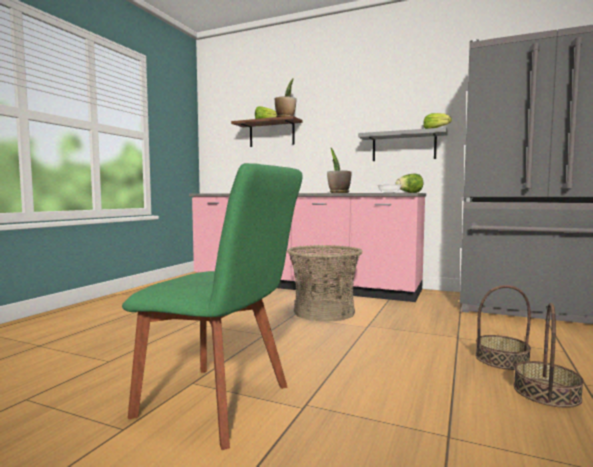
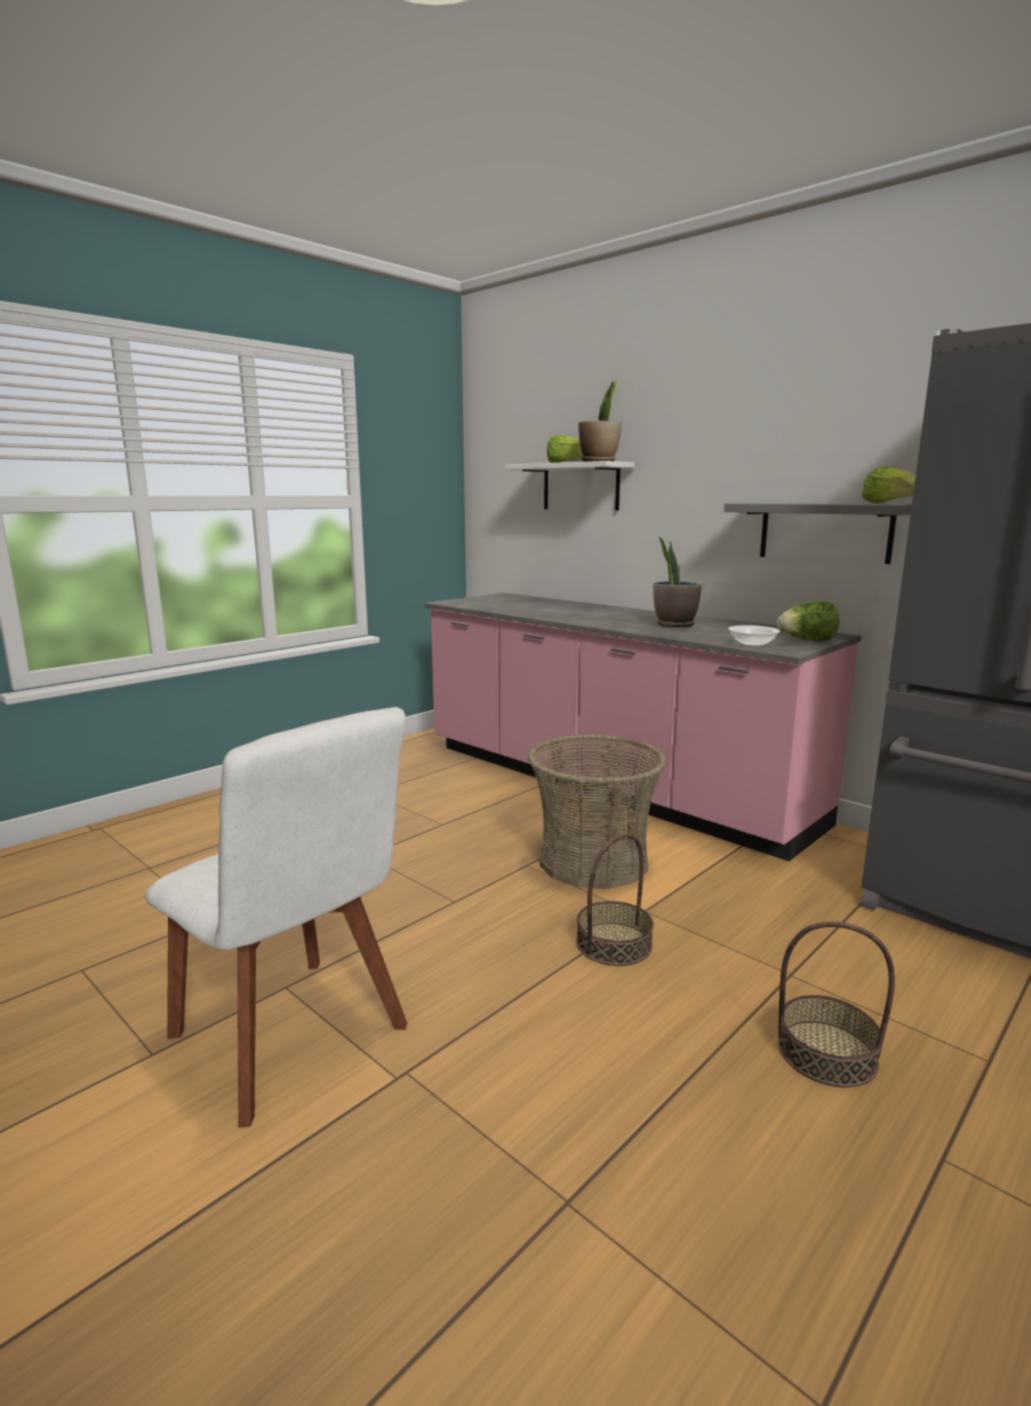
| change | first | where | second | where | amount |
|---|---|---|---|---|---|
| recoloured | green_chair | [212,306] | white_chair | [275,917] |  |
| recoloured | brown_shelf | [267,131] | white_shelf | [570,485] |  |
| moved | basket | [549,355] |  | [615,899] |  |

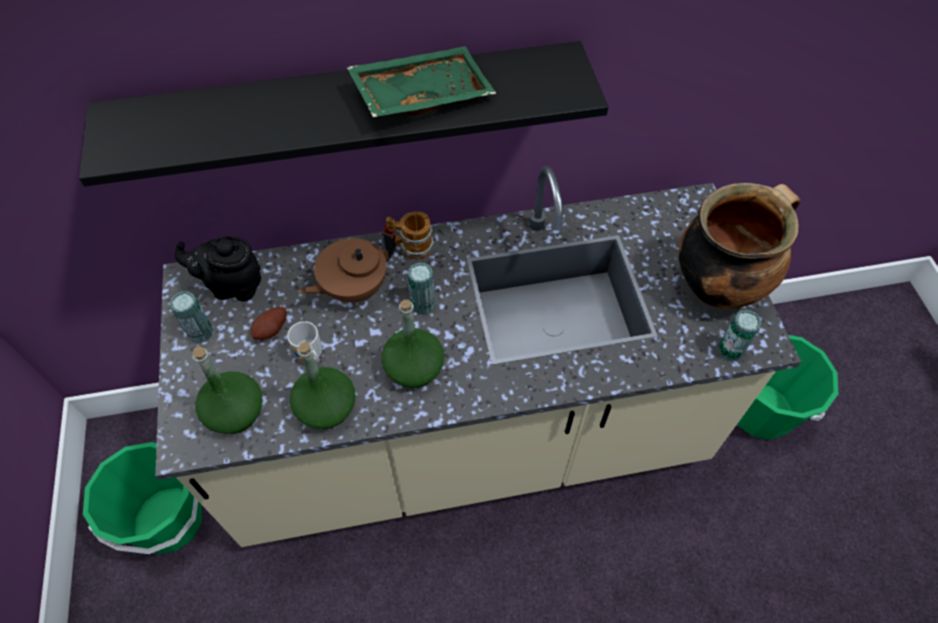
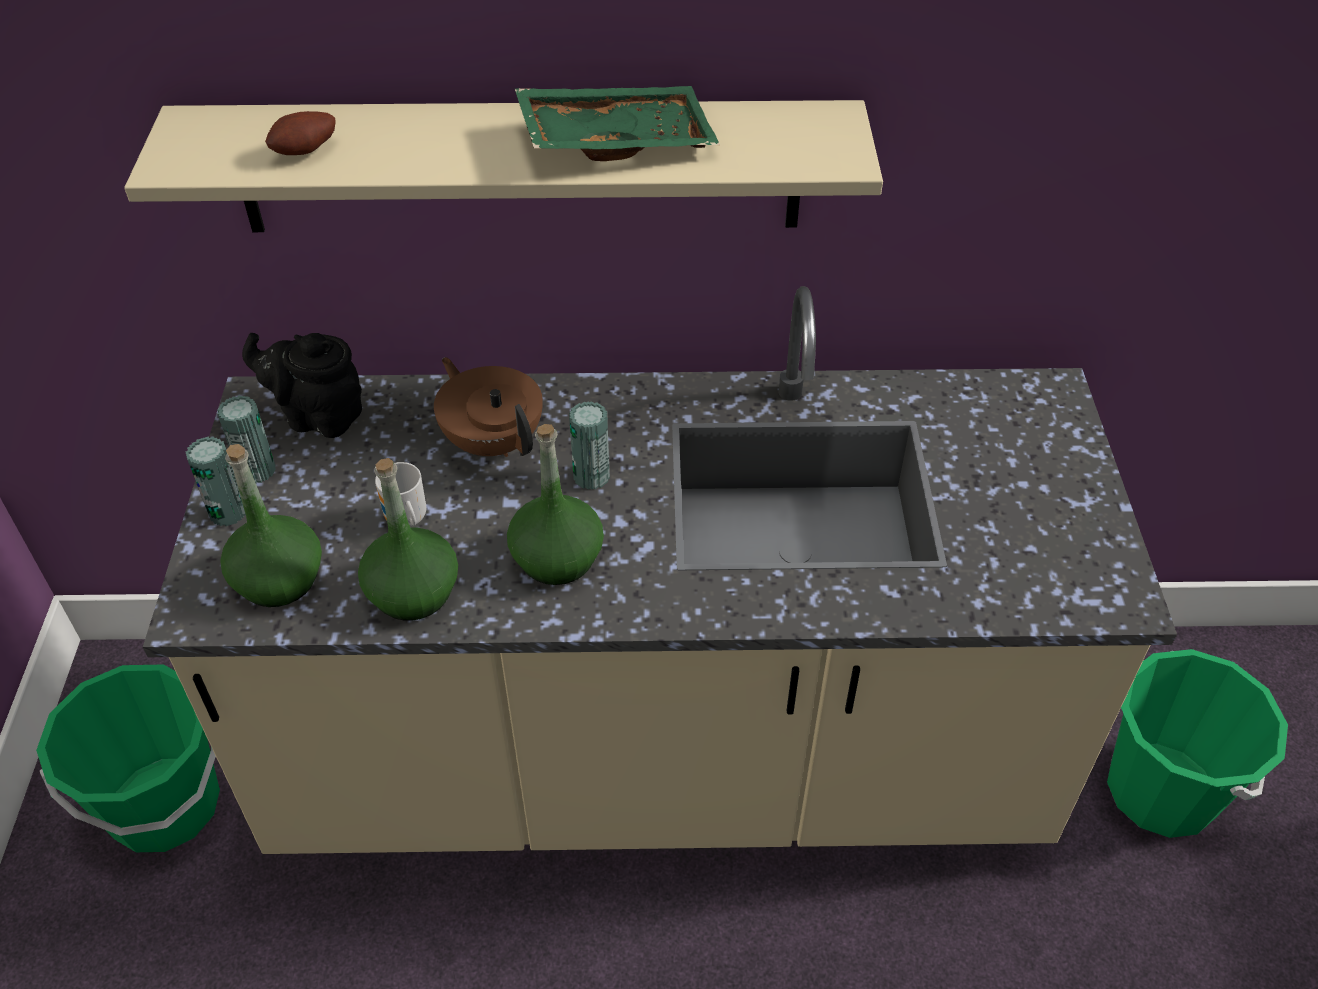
| change | first | where | second | where | amount |
|---|---|---|---|---|---|
| recoloured | black_shelf | [343,113] | beige_shelf | [503,166] |  |
| moved | can | [739,336] |  | [215,481] |  |
| moved | potato | [269,323] |  | [300,133] |  |
| turned | brown_teapot | [347,267] |  | [488,407] | 75 degrees clockwise |
| removed | mug | [409,235] |  |  |  |
| removed | cooking_pot | [739,246] |  |  |  |

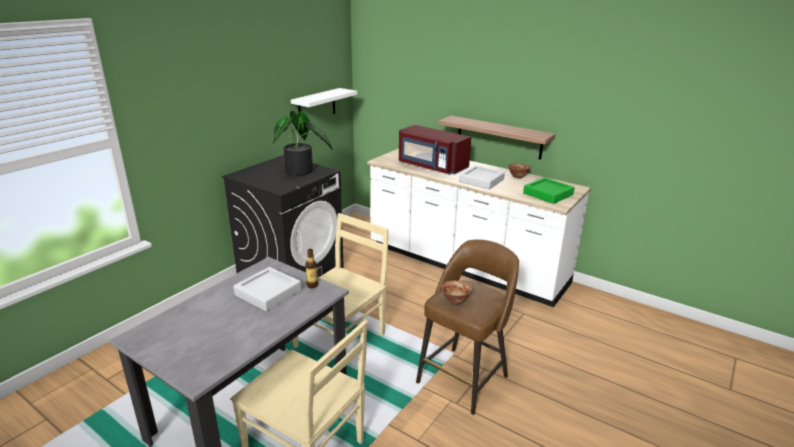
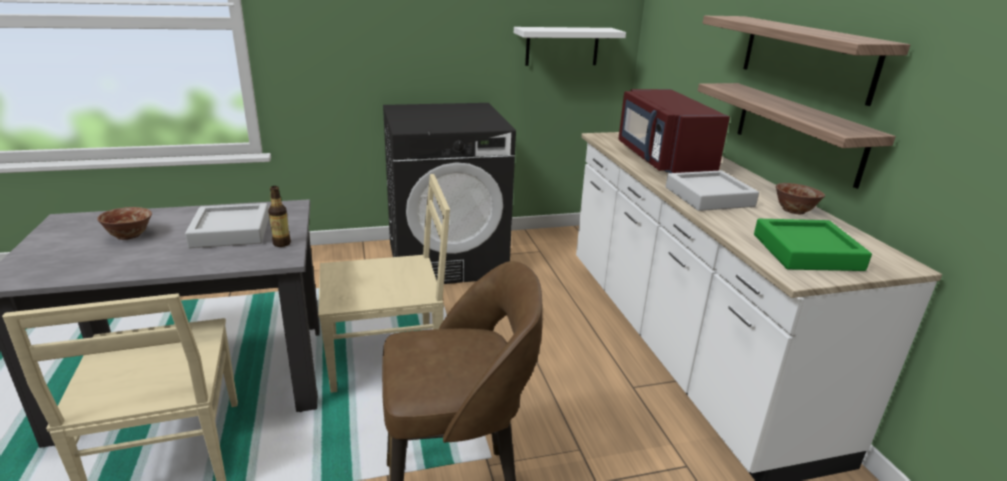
| change | first | where | second | where | amount |
|---|---|---|---|---|---|
| moved | bowl | [456,292] |  | [124,223] |  |
| added |  |  | shelf | [806,61] |  |
| removed | potted_plant | [302,143] |  |  |  |

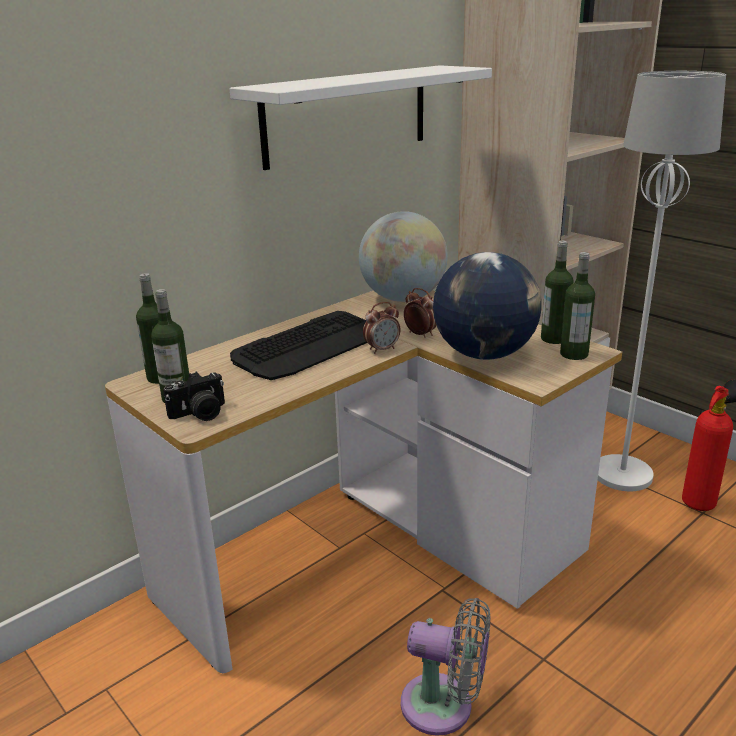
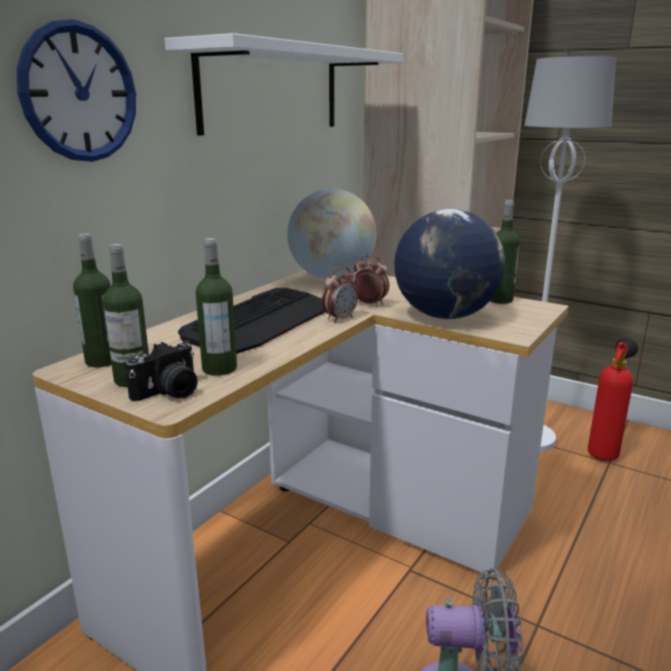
| change | first | where | second | where | amount |
|---|---|---|---|---|---|
| added |  |  | wall_clock | [76,90] |  |
| moved | bottle | [577,306] |  | [216,307] |  |

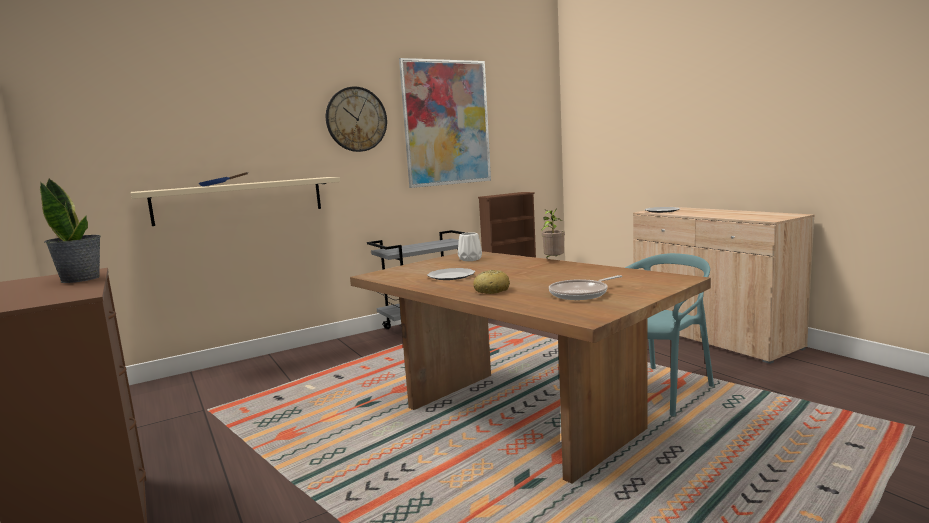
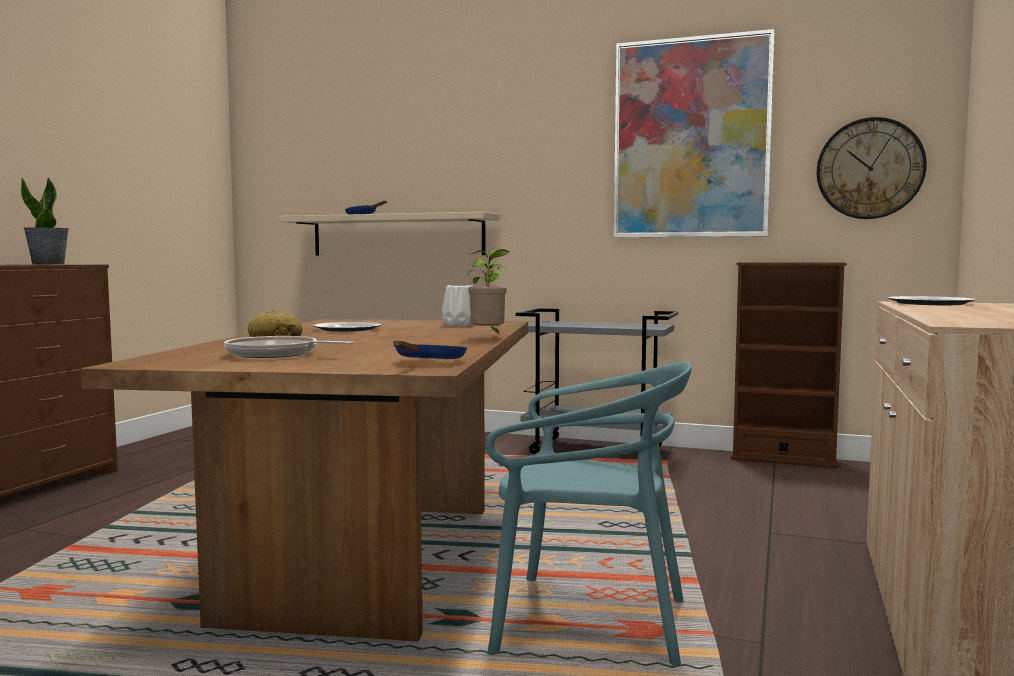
| change | first | where | second | where | amount |
|---|---|---|---|---|---|
| added |  |  | blue_frying_pan | [430,350] |  |
| moved | wall_clock | [356,119] |  | [872,168] |  |

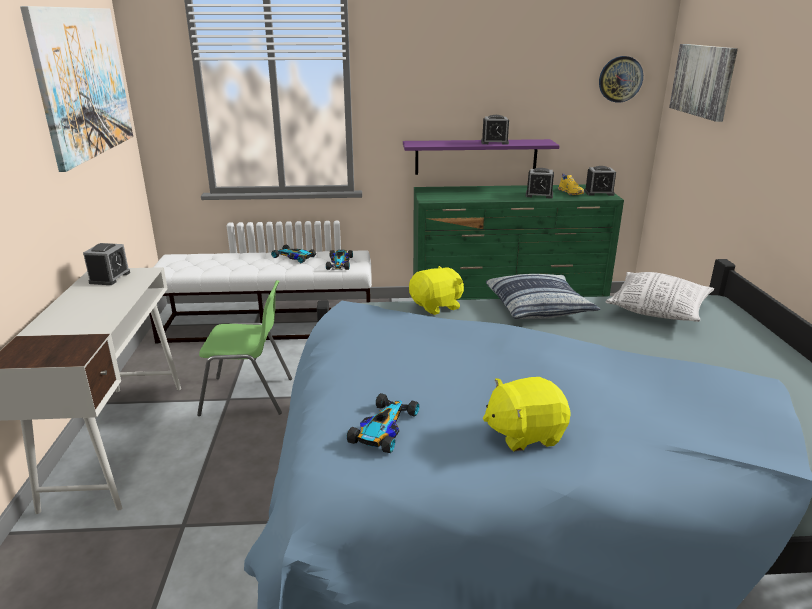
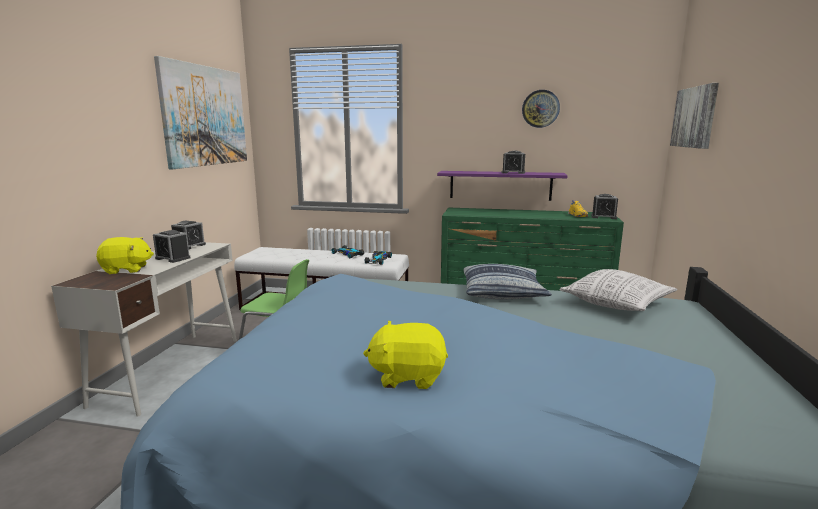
| change | first | where | second | where | amount |
|---|---|---|---|---|---|
| moved | yellow_plush_toy | [436,290] |  | [125,255] |  |
| moved | alarm_clock | [539,183] |  | [172,246] |  |
| moved | wall_clock | [621,79] |  | [541,109] |  |
| removed | toy_car | [383,423] |  |  |  |

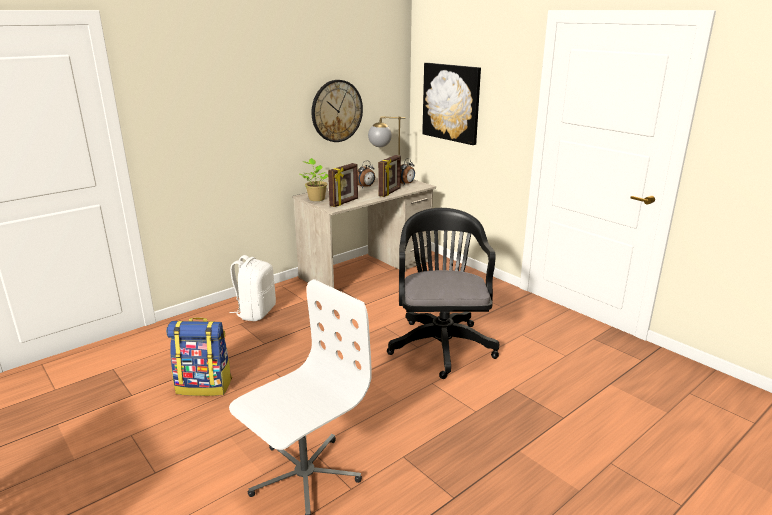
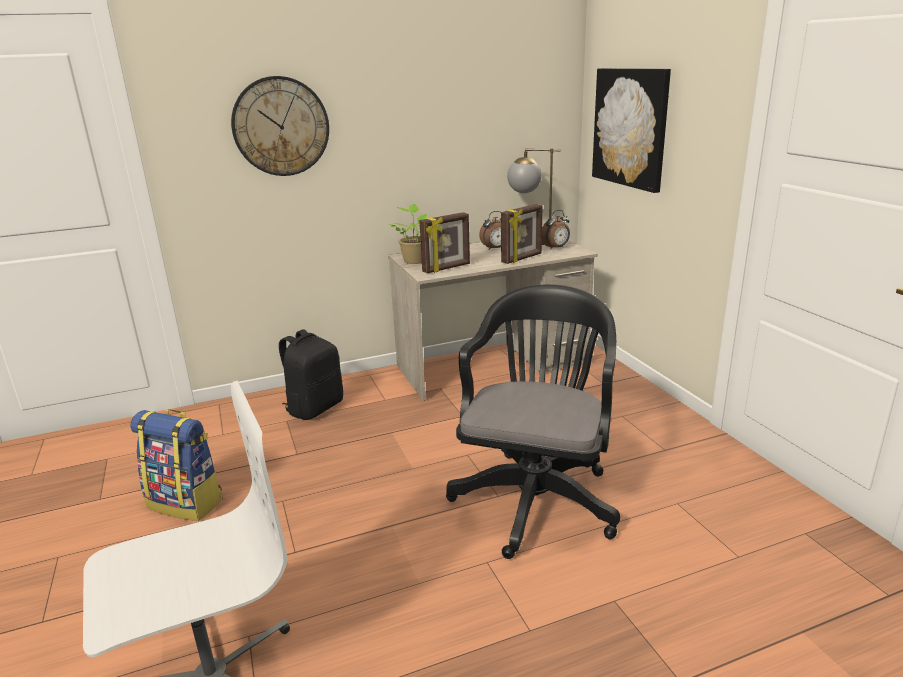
| change | first | where | second | where | amount |
|---|---|---|---|---|---|
| moved | wall_clock | [337,111] |  | [280,126] |  |
| recoloured | white_backpack | [253,288] | black_backpack | [311,374] |  |

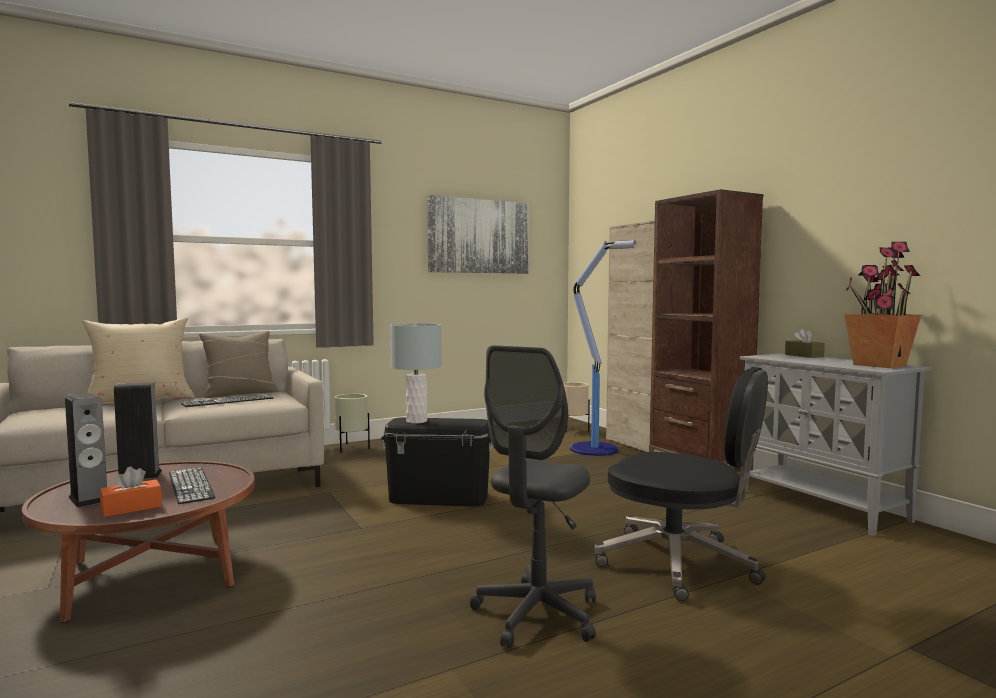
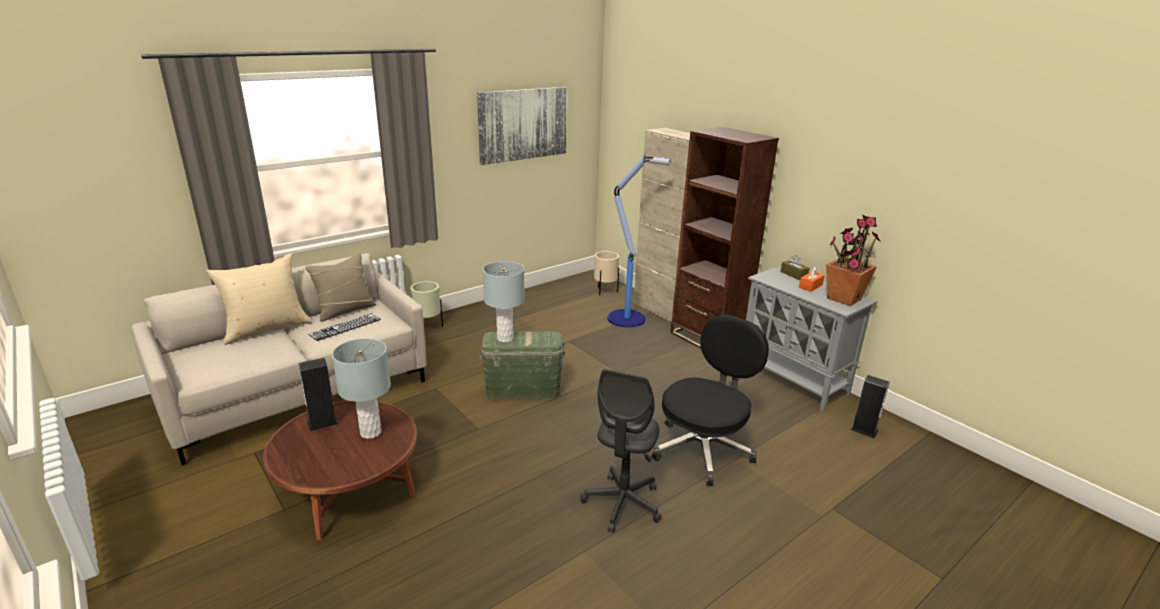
| change | first | where | second | where | amount |
|---|---|---|---|---|---|
| replaced | keyboard | [192,485] | grey_table_lamp | [361,388] |  |
| recoloured | black_storage_box | [437,462] | green_storage_box | [522,365] |  |
| turned | black_office_chair | [681,484] |  | [710,400] | 75 degrees counterclockwise |
| moved | orange_tissue_box | [131,492] |  | [812,279] |  |
| moved | speaker | [86,450] |  | [870,406] |  |

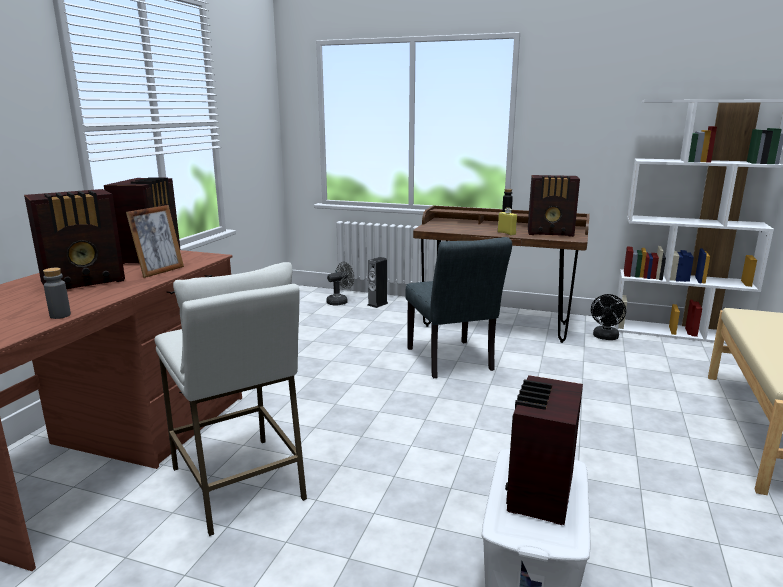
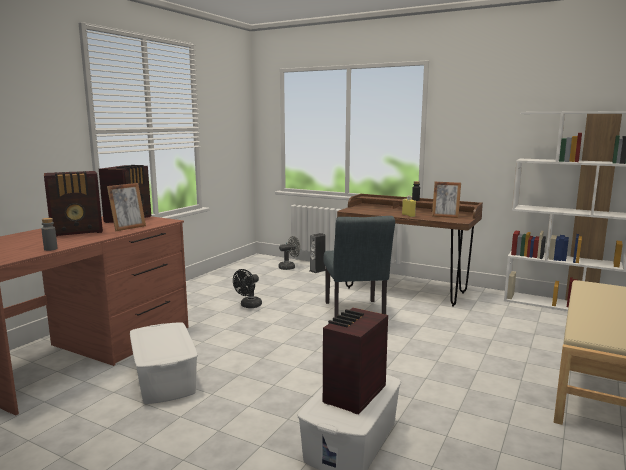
| change | first | where | second | where | amount |
|---|---|---|---|---|---|
| replaced | white_stool | [230,399] | white_storage_box | [164,363] |  |
| moved | black_fan | [608,317] |  | [247,288] |  |
| replaced | radio | [554,206] | picture_frame | [446,200] |  |

